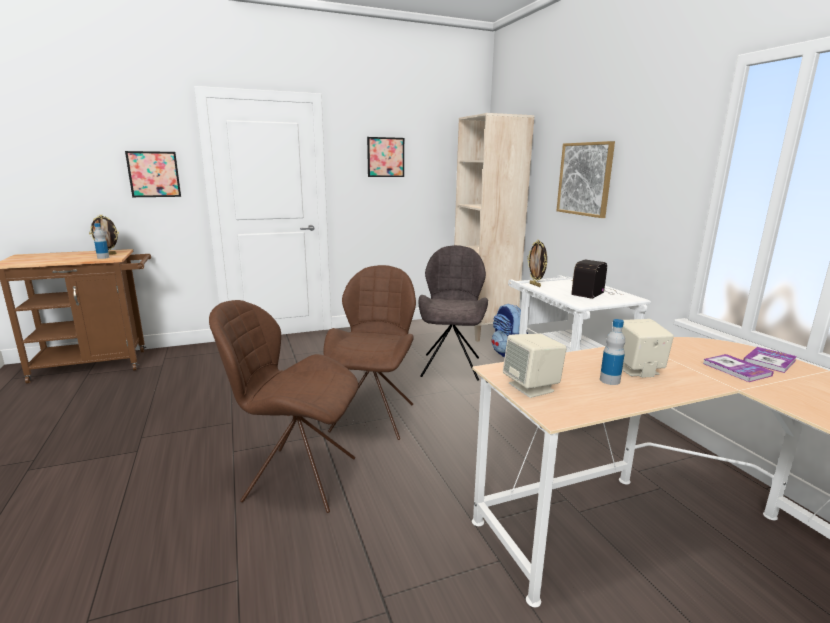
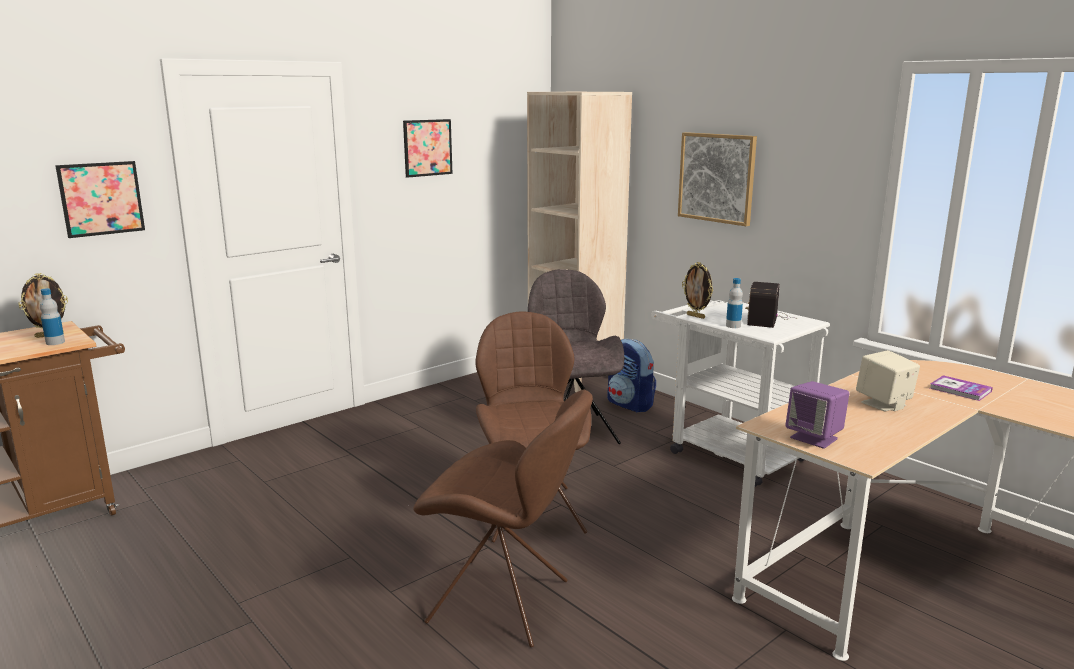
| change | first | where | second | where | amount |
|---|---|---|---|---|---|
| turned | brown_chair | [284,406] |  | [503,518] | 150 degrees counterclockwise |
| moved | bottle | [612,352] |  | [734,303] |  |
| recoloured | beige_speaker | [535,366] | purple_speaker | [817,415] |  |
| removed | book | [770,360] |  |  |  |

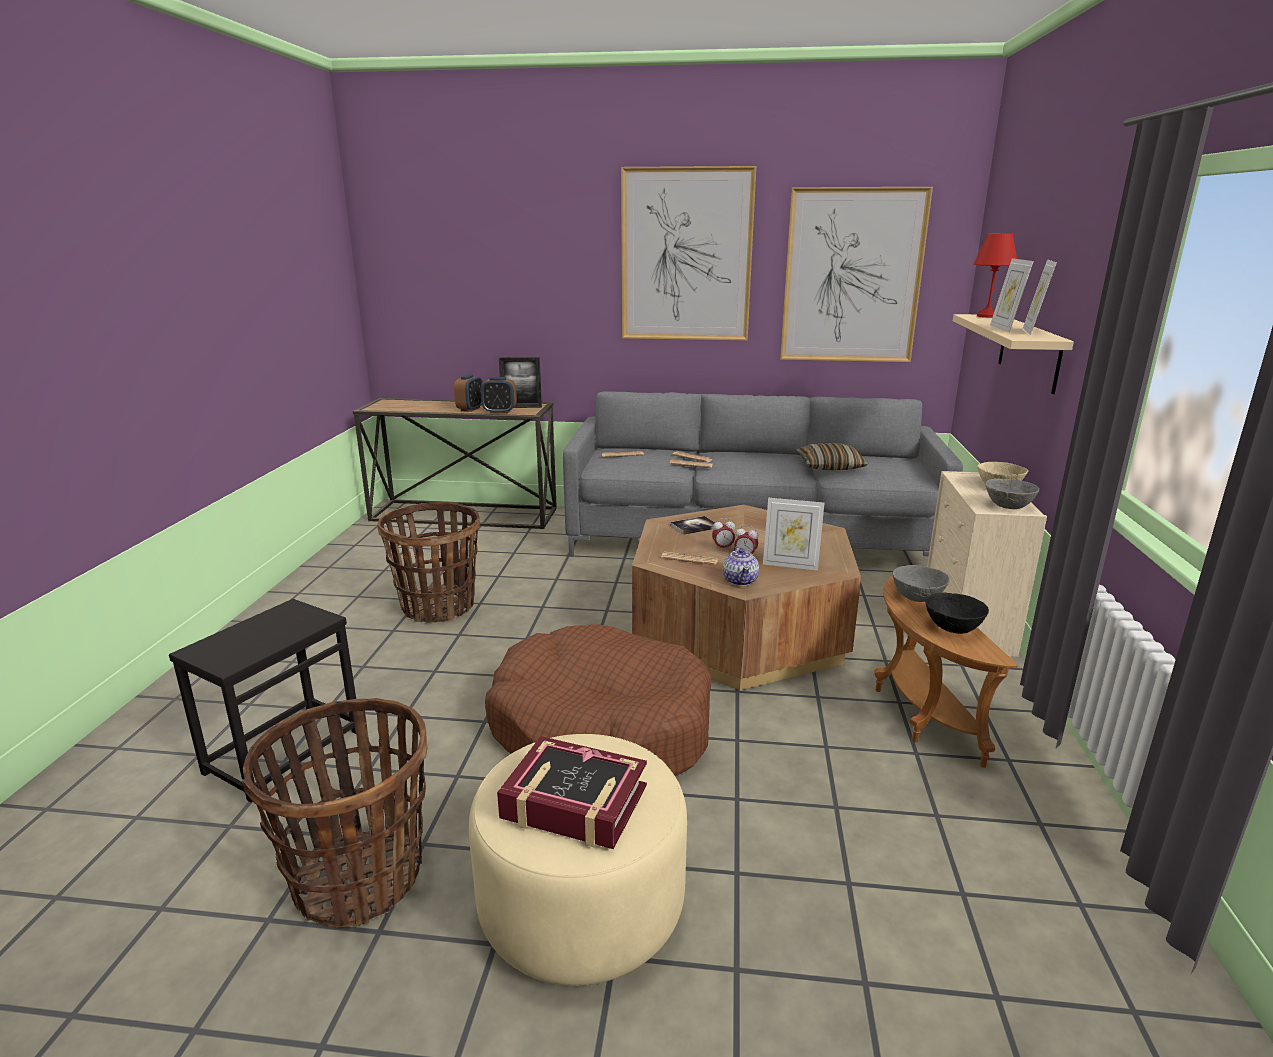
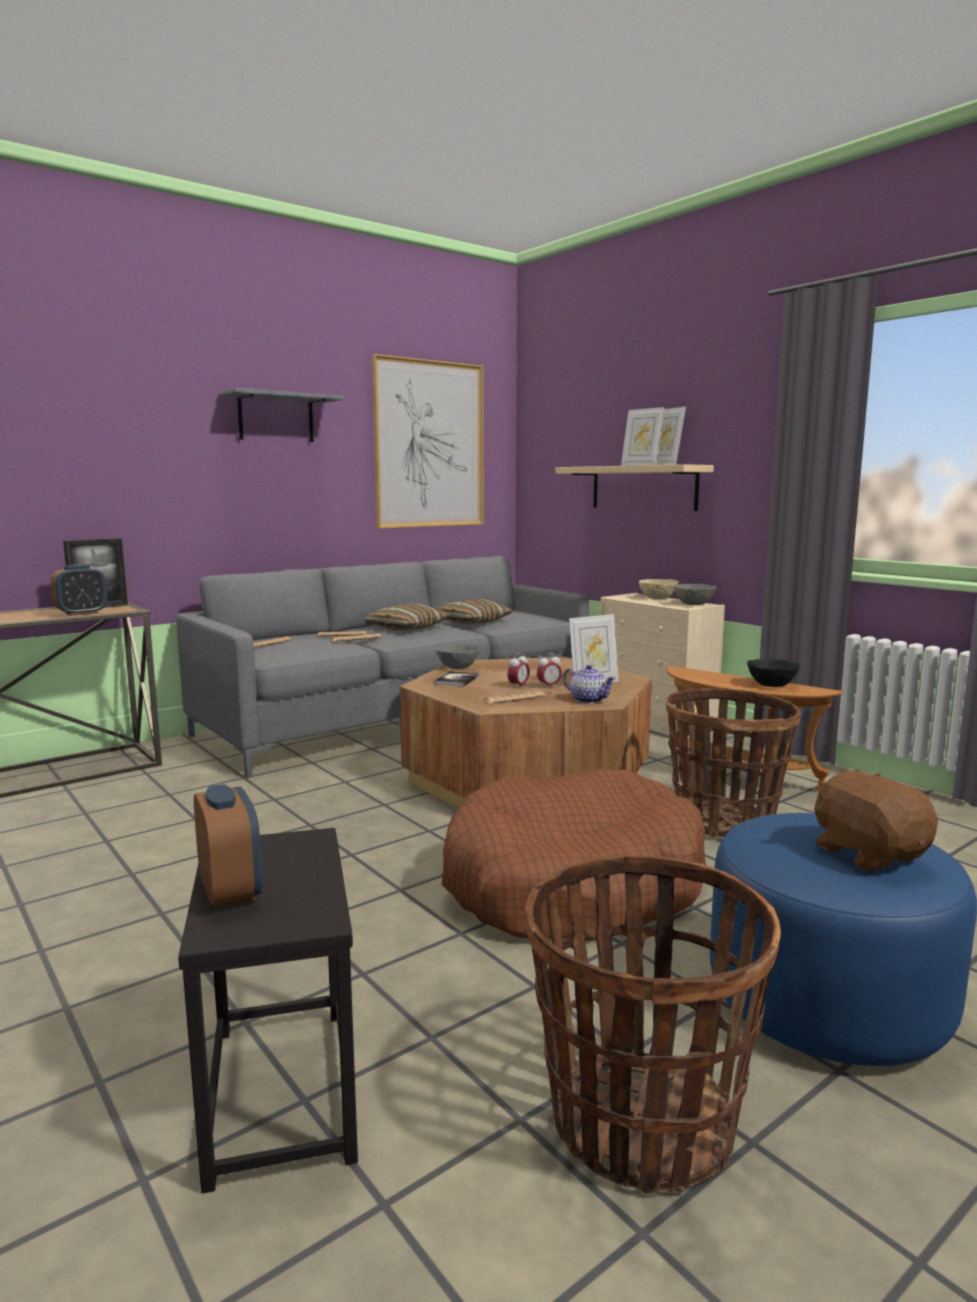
| change | first | where | second | where | amount |
|---|---|---|---|---|---|
| moved | alarm_clock | [468,393] |  | [228,846] |  |
| replaced | picture | [688,253] | grey_shelf | [282,415] |  |
| added |  |  | pillow | [406,617] |  |
| moved | grey_bowl | [921,583] |  | [457,656] |  |
| moved | basket | [428,562] |  | [733,763] |  |
| recoloured | beige_ottoman | [578,860] | blue_ottoman | [843,939] |  |
| replaced | book | [572,792] | brown_plush_toy | [876,821] |  |
| removed | red_table_lamp | [995,275] |  |  |  |

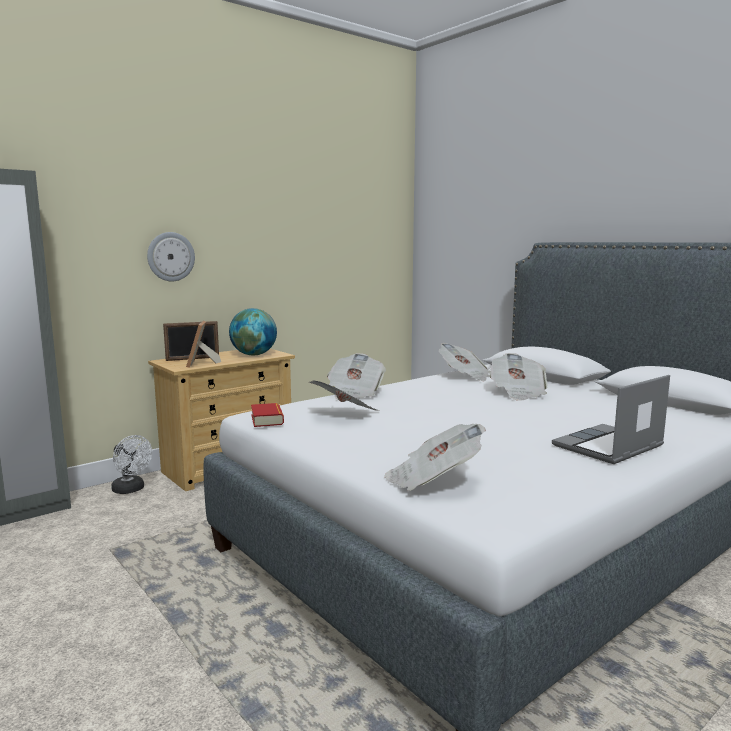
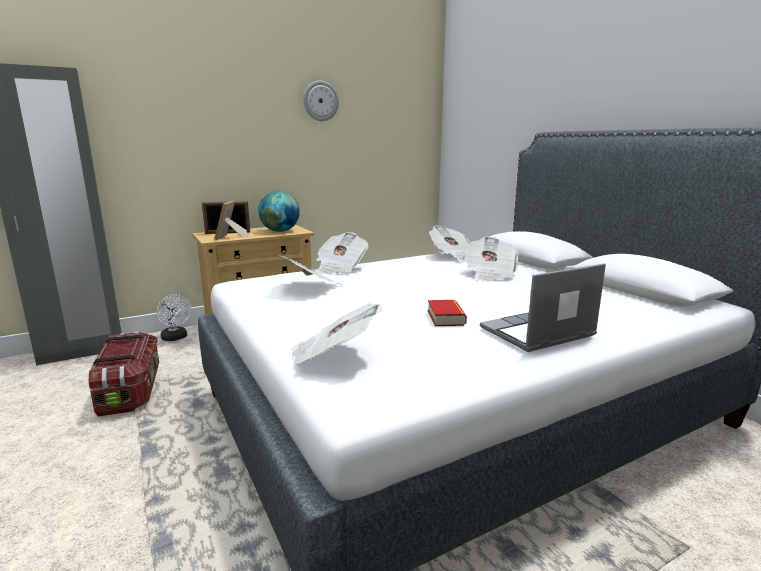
| change | first | where | second | where | amount |
|---|---|---|---|---|---|
| added |  |  | storage_box | [123,374] |  |
| moved | wall_clock | [171,257] |  | [321,101] |  |
| moved | book | [267,415] |  | [447,313] |  |

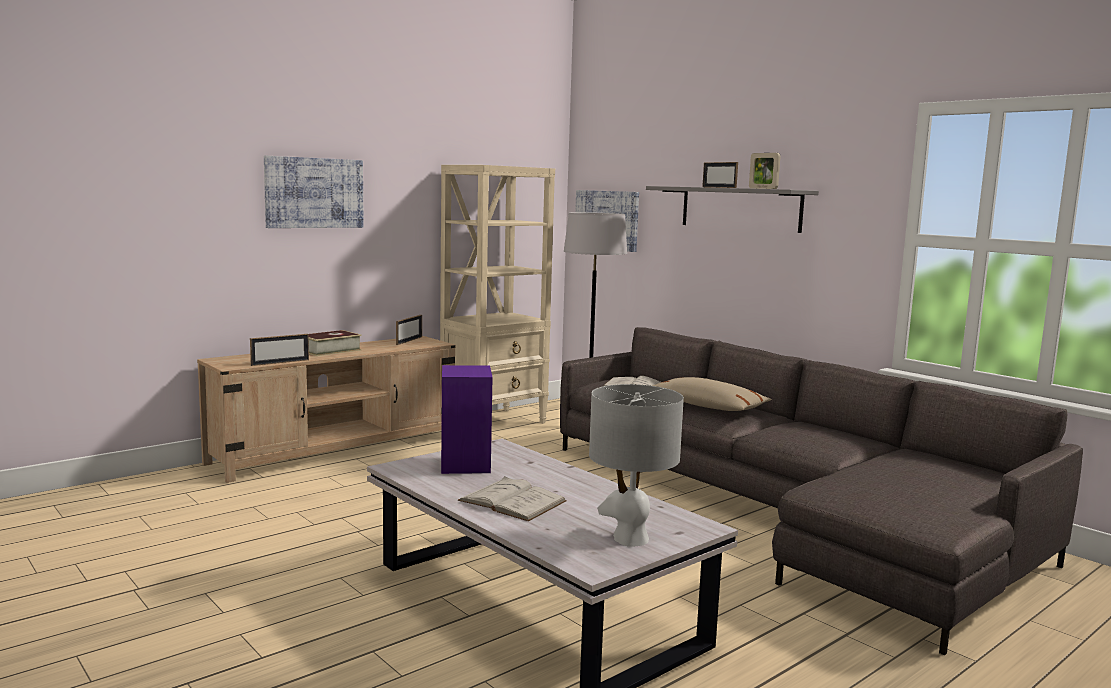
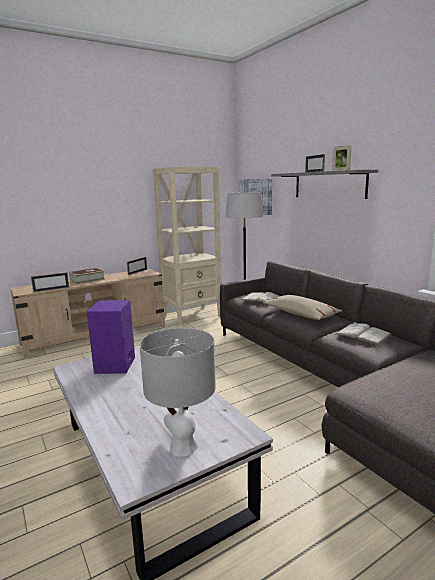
| change | first | where | second | where | amount |
|---|---|---|---|---|---|
| moved | white_book | [512,498] |  | [364,333] |  |
| removed | picture | [314,192] |  |  |  |

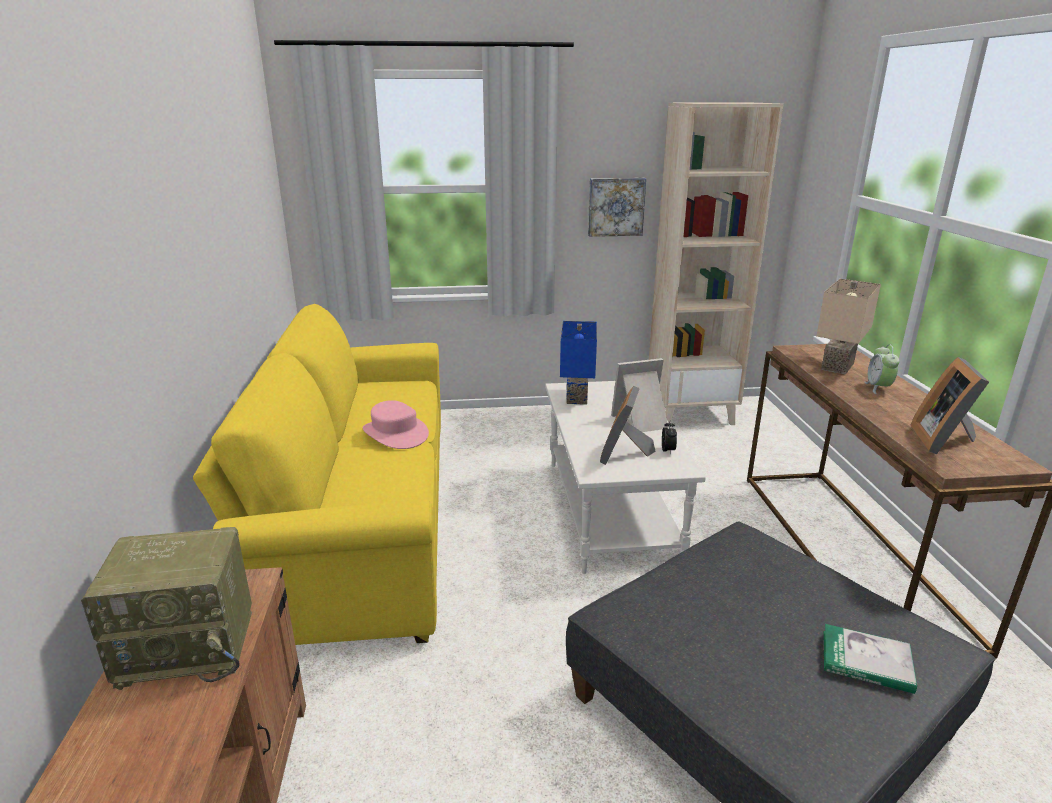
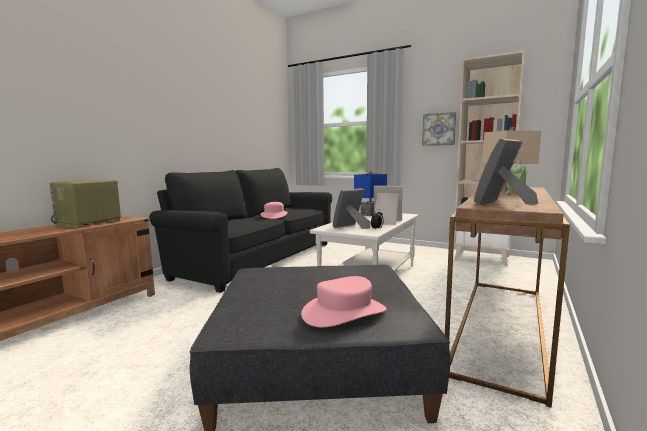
| change | first | where | second | where | amount |
|---|---|---|---|---|---|
| turned | radio | [166,608] |  | [85,204] | 90 degrees clockwise |
| recoloured | yellow_sofa | [317,474] | black_sofa | [240,230] |  |
| replaced | book | [870,659] | pink_hat | [344,301] |  |

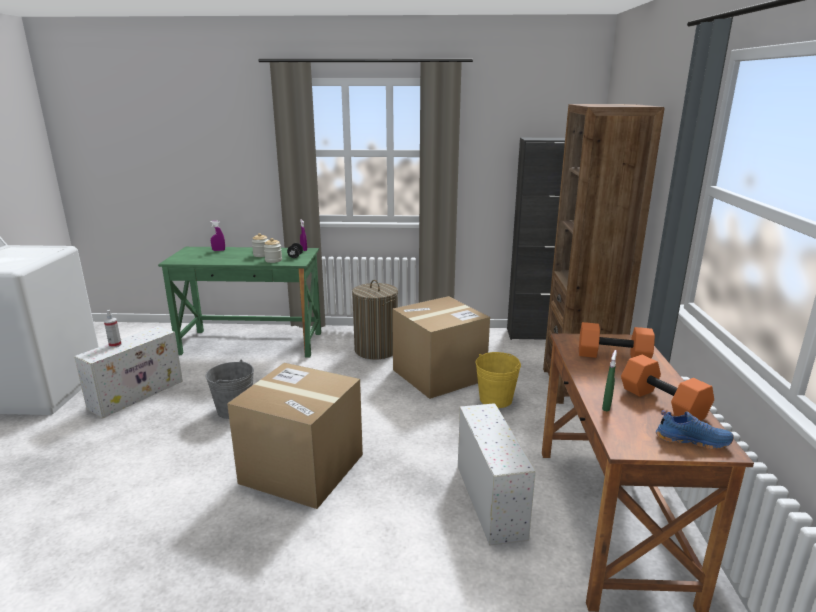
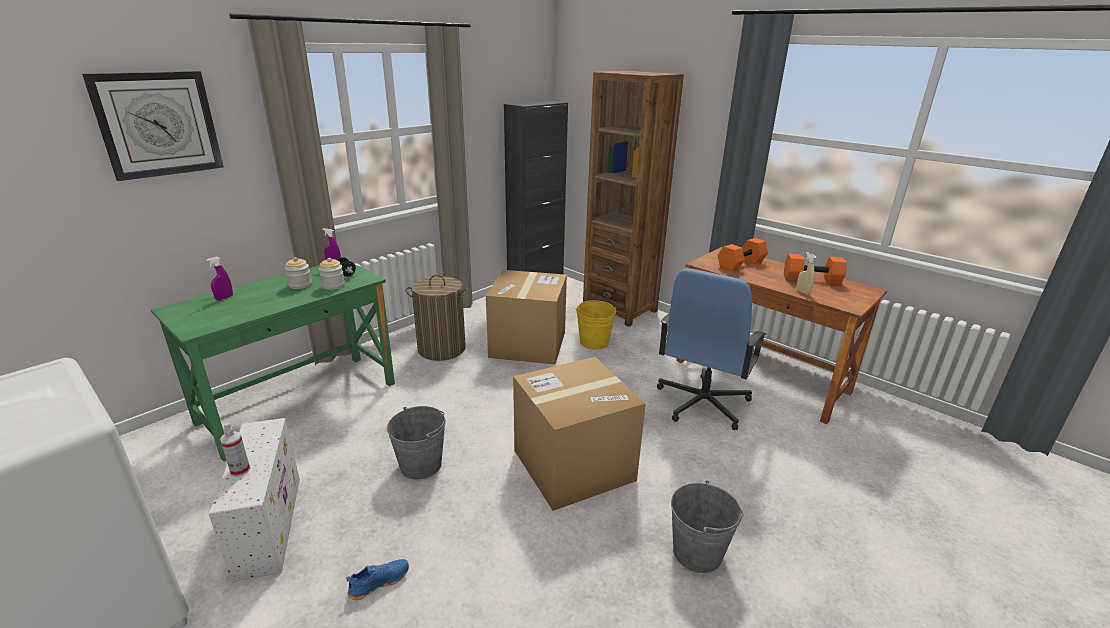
| change | first | where | second | where | amount |
|---|---|---|---|---|---|
| added |  |  | wall_clock | [153,126] |  |
| moved | blue_shoe | [695,429] |  | [377,579] |  |
| replaced | white_storage_box | [497,474] | blue_office_chair | [711,349] |  |
| added |  |  | grey_bucket | [707,527] |  |
| recoloured | green_spray_bottle | [609,380] | beige_spray_bottle | [806,273] |  |

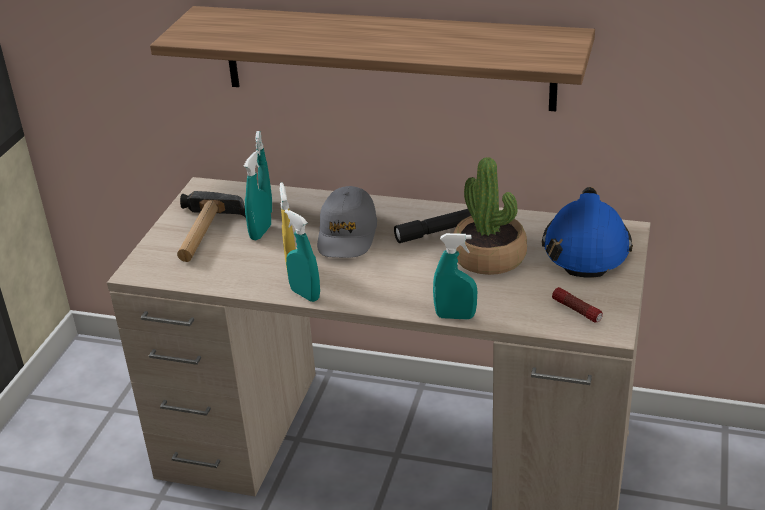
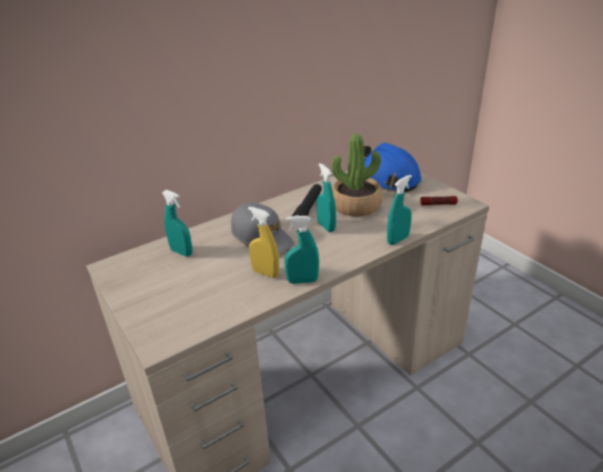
| change | first | where | second | where | amount |
|---|---|---|---|---|---|
| moved | turquoise_spray_bottle | [257,195] |  | [326,197] |  |
| removed | shelf | [372,58] |  |  |  |
| removed | hammer | [211,226] |  |  |  |

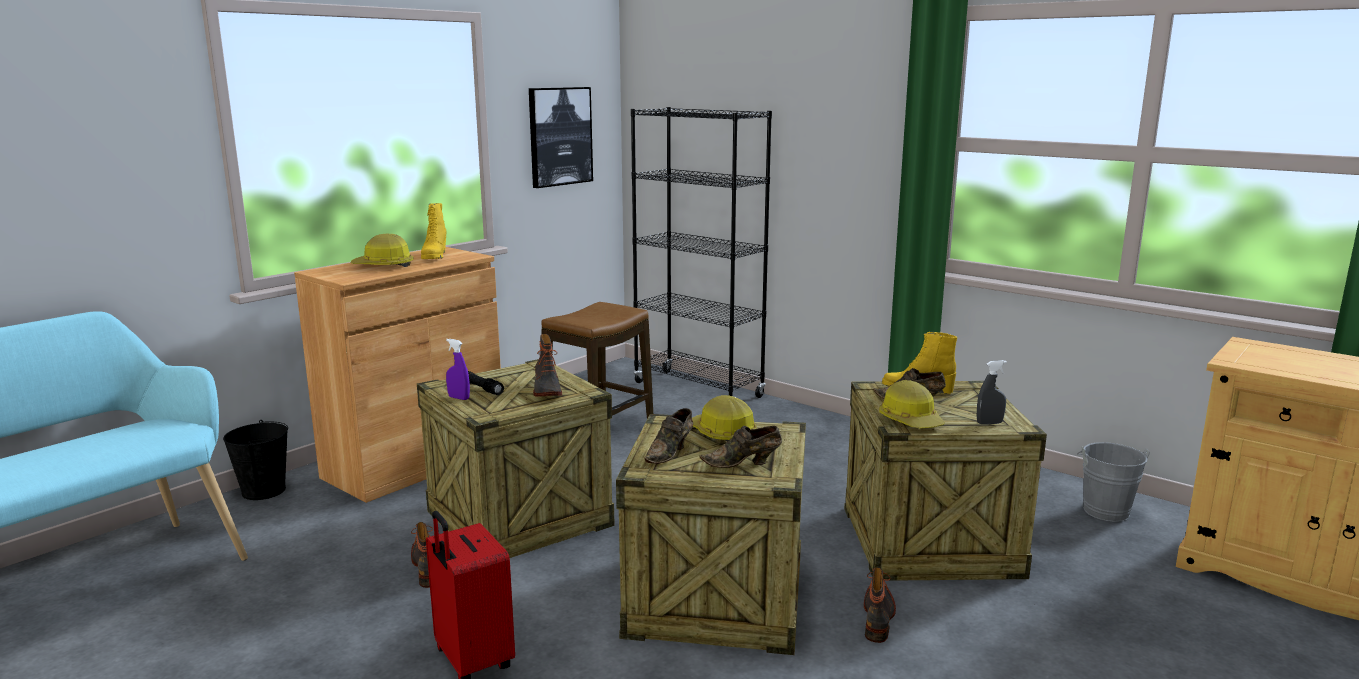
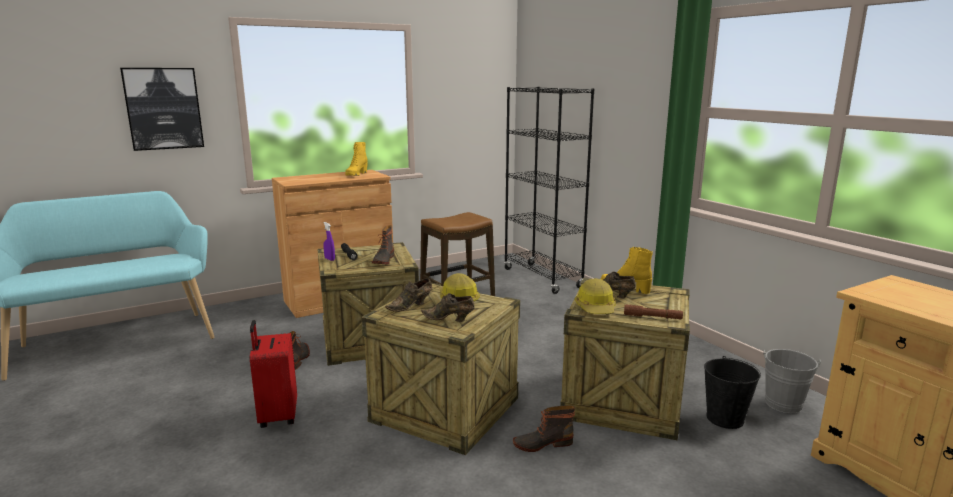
| change | first | where | second | where | amount |
|---|---|---|---|---|---|
| moved | picture | [561,137] |  | [162,109] |  |
| turned | boot | [880,605] |  | [544,428] | 135 degrees counterclockwise |
| replaced | grey_spray_bottle | [992,392] | brown_flashlight | [653,311] |  |
| moved | black_bucket | [255,460] |  | [732,392] |  |
| removed | hard_hat | [382,250] |  |  |  |

